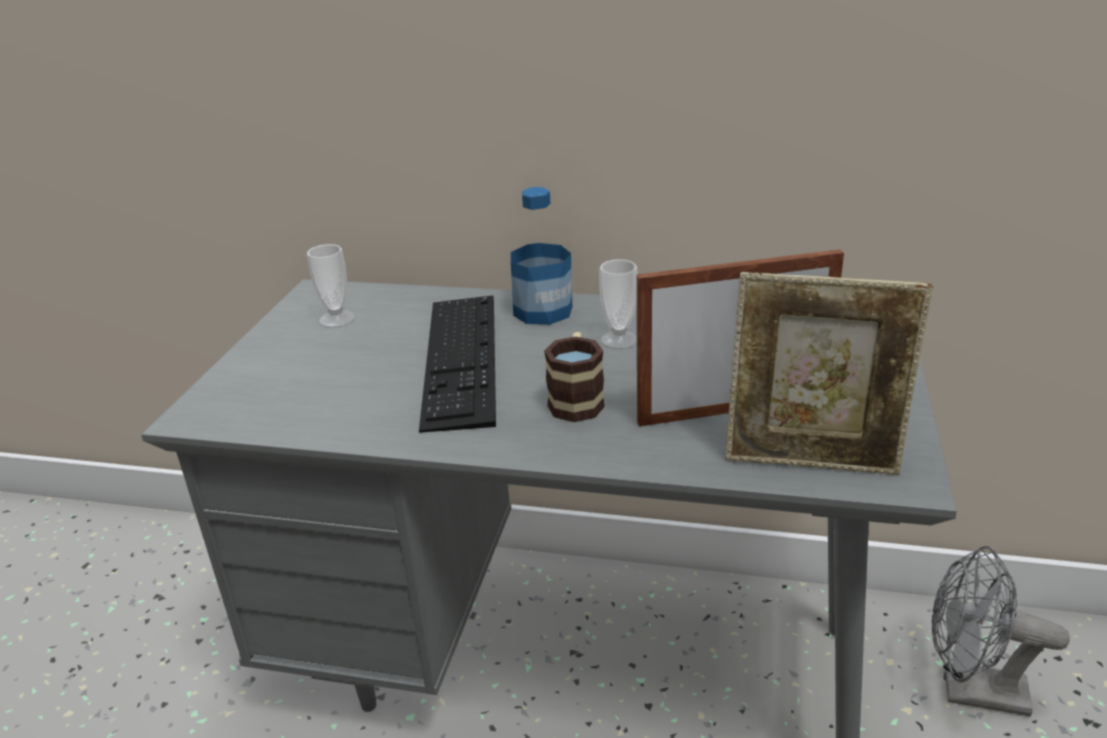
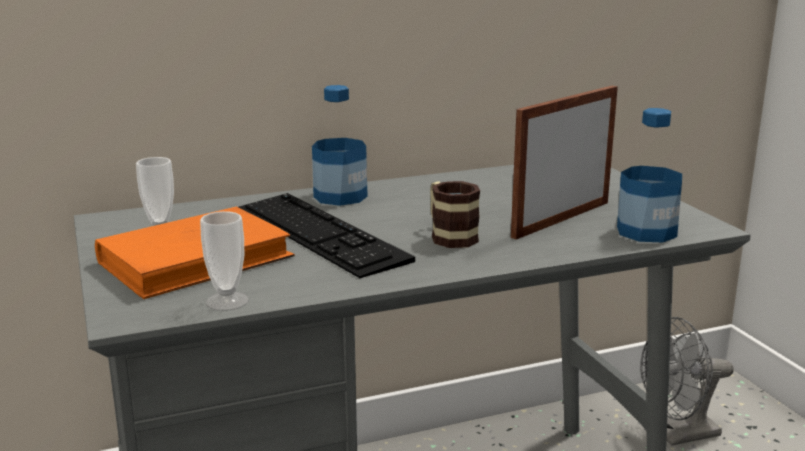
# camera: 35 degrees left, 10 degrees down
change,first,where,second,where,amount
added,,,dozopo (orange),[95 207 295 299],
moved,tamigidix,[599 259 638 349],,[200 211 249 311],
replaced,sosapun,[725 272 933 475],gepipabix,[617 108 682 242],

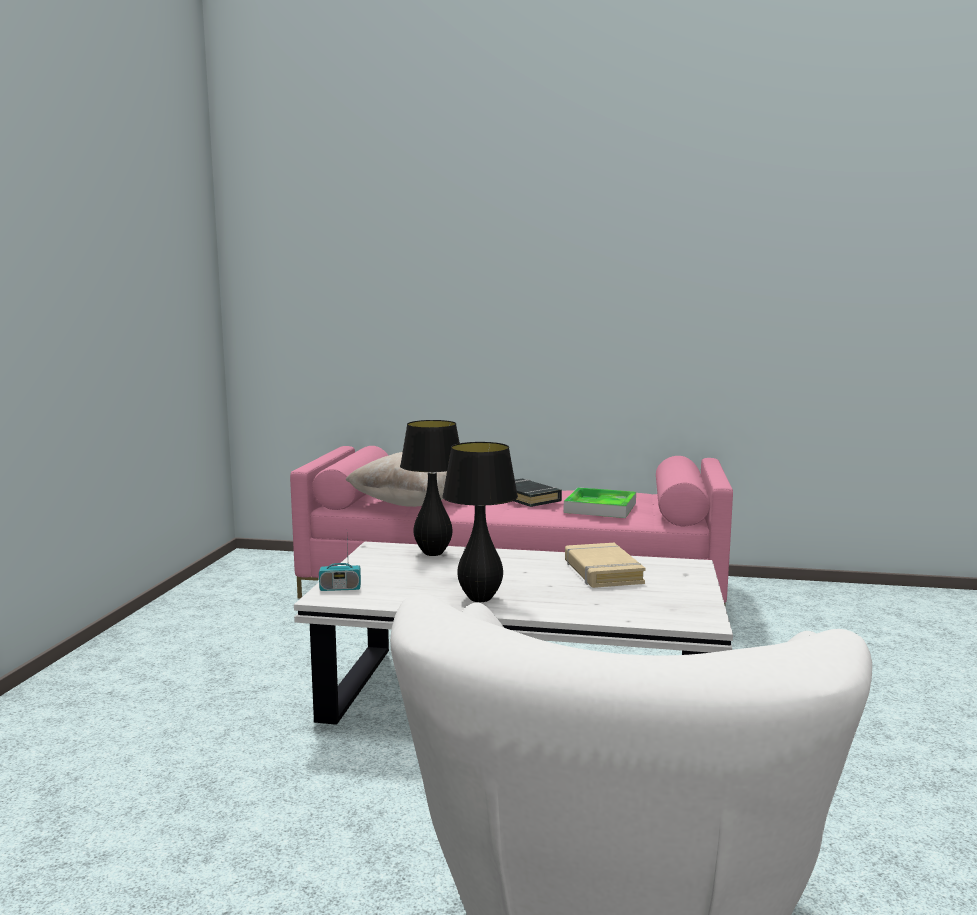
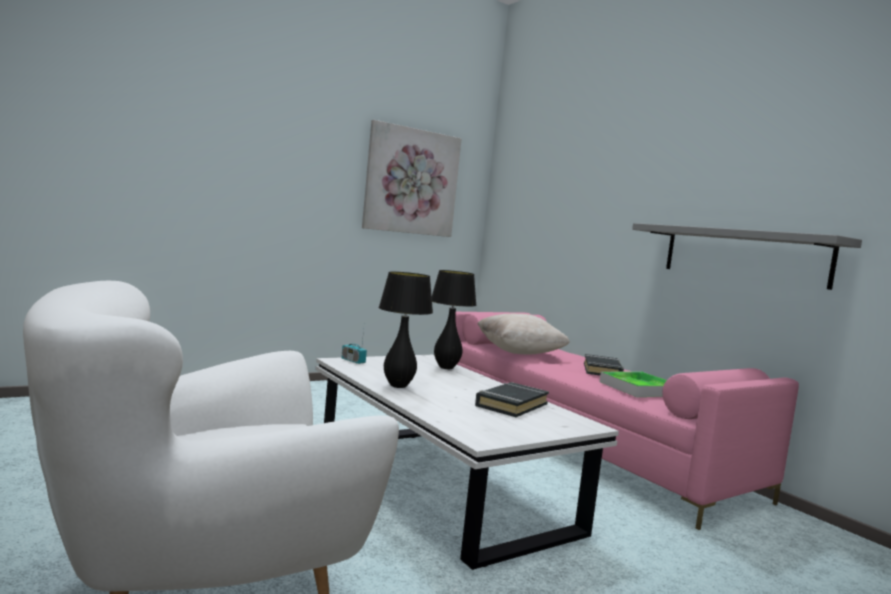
# camera: 45 degrees right, 5 degrees down
change,first,where,second,where,amount
added,,,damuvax,[362 120 462 237],
added,,,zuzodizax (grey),[632 223 862 290],
recoloured,dozopo (beige),[565 543 646 588],dozopo (black),[475 382 549 417],

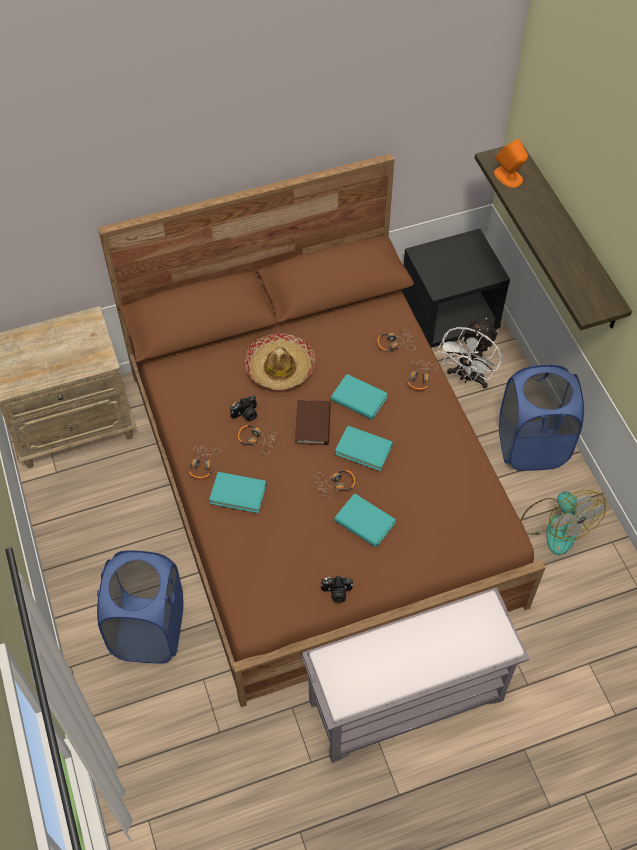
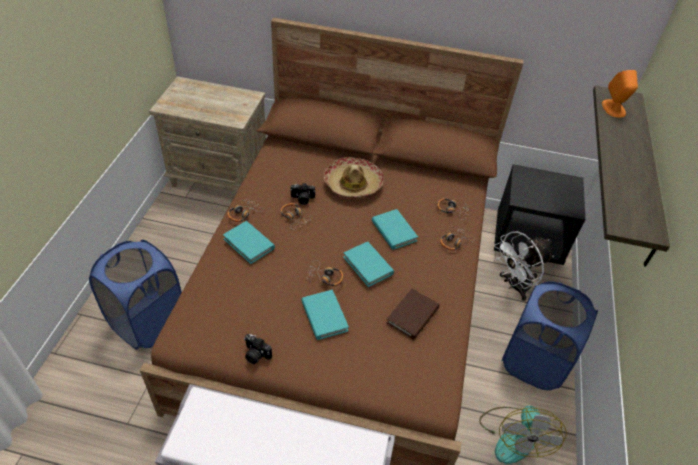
# camera: 30 degrees right, 10 degrees down
change,first,where,second,where,amount
moved,dozopo (brown),[295 400 331 445],,[386 288 439 340],

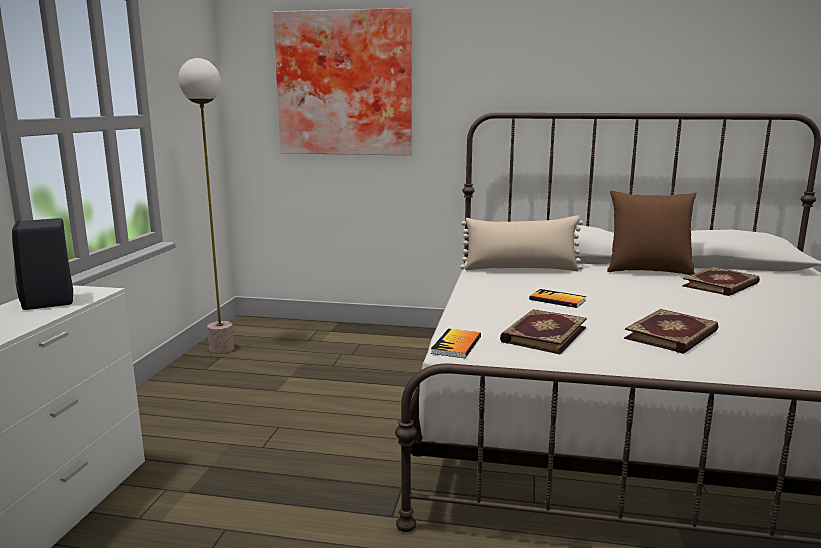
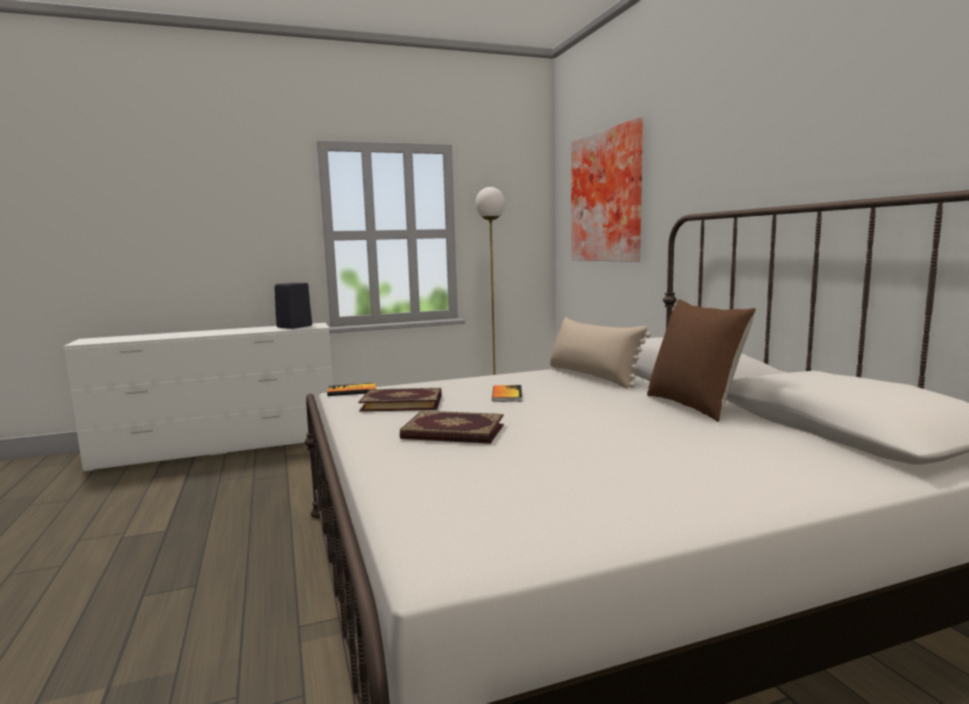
# camera: 60 degrees right, 5 degrees down
change,first,where,second,where,amount
removed,dozopo,[682 267 760 296],,,

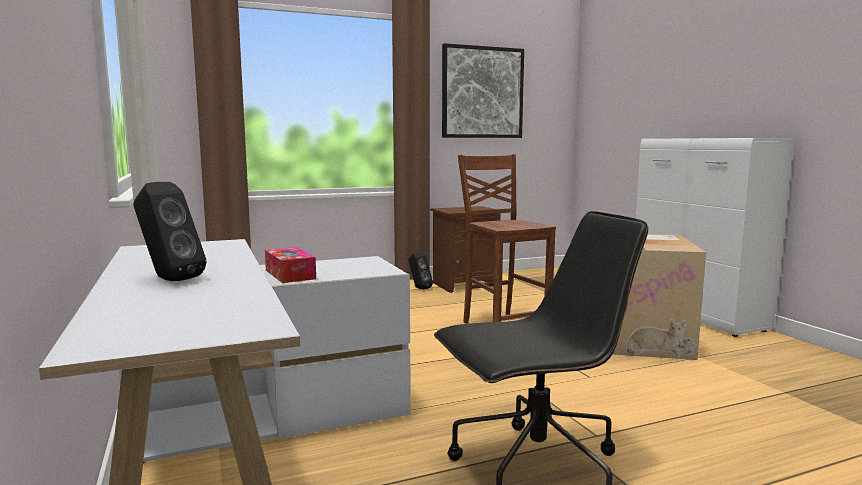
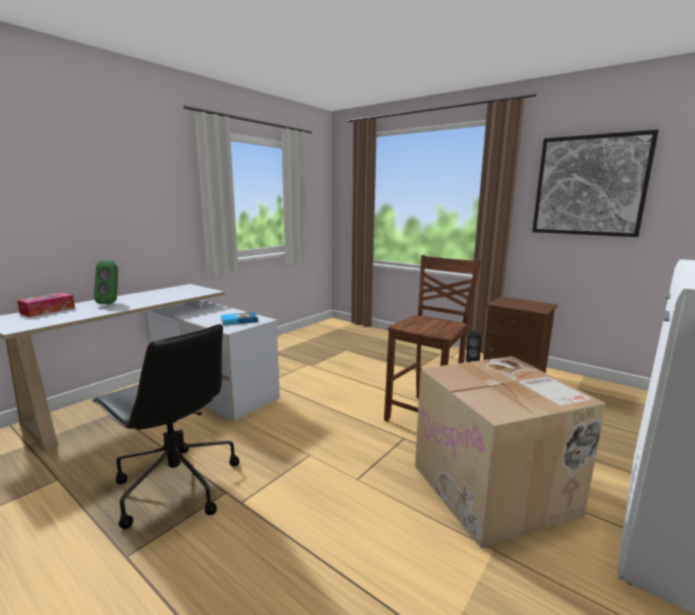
# camera: 60 degrees right, 5 degrees up
change,first,where,second,where,amount
added,,,dozopo,[221 312 258 325],
moved,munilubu,[265 247 316 283],,[17 293 75 317],
recoloured,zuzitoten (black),[133 182 207 281],zuzitoten (green),[94 260 118 304],

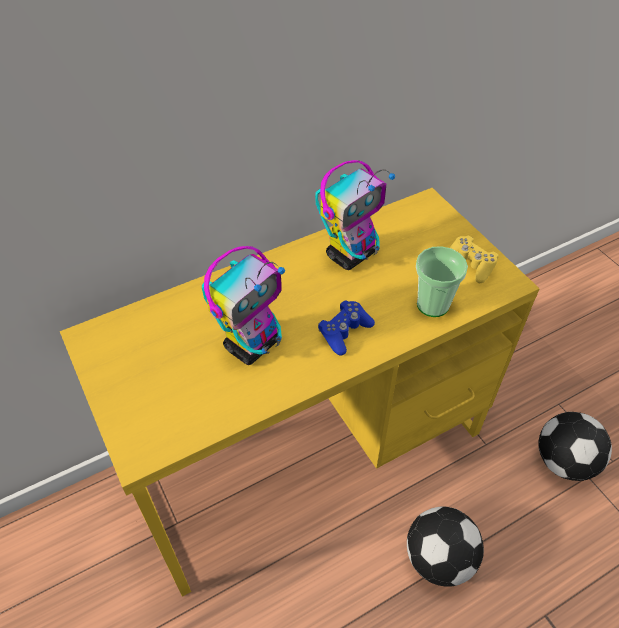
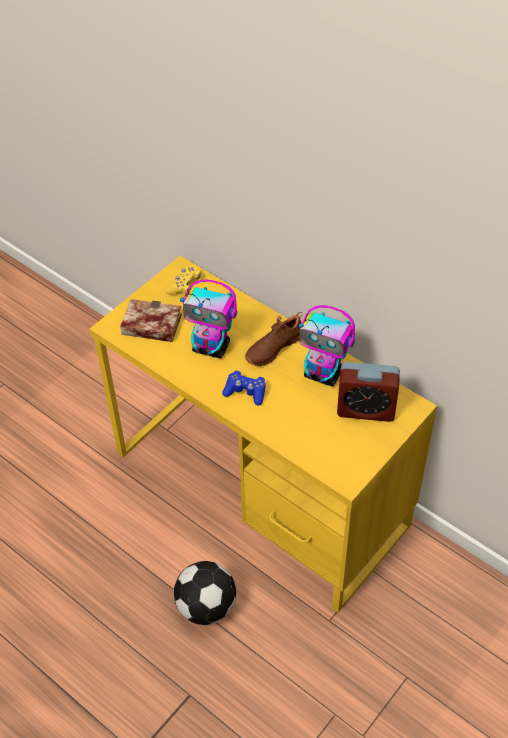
# camera: 70 degrees right, 0 degrees up
change,first,where,second,where,amount
removed,tamigidix,[416 246 468 317],,,
removed,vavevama,[538 412 612 481],,,
added,,,dozopo,[120 299 182 342],
added,,,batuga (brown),[245 312 303 366],
added,,,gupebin,[337 362 400 422],
moved,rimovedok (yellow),[449 235 499 283],,[165 265 201 294],

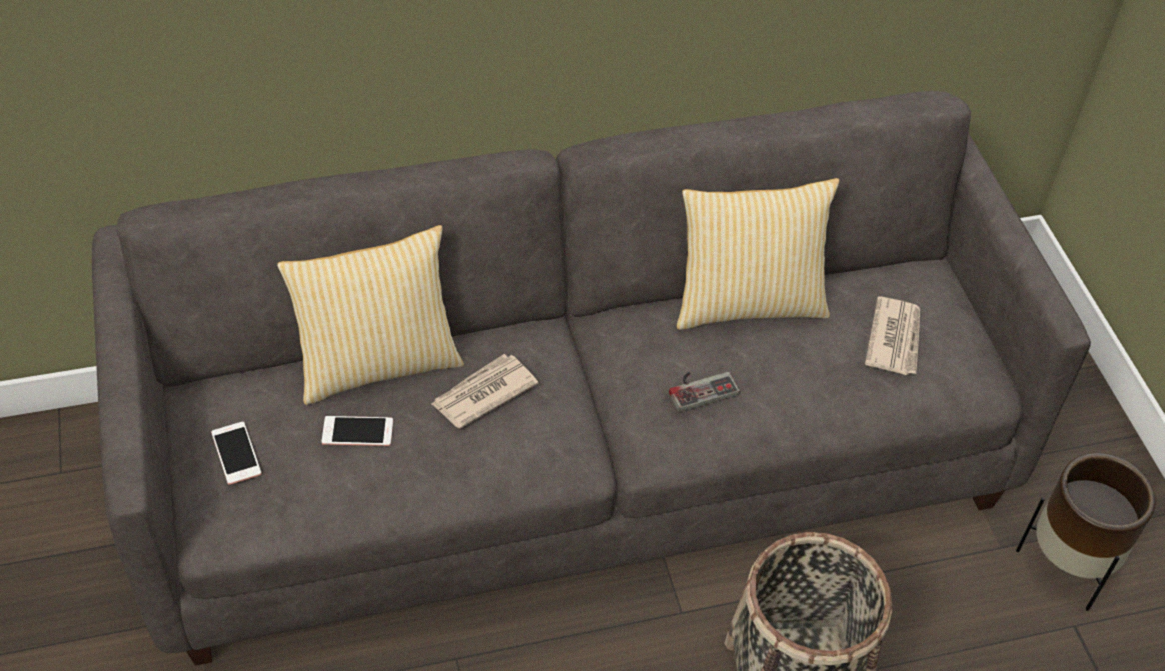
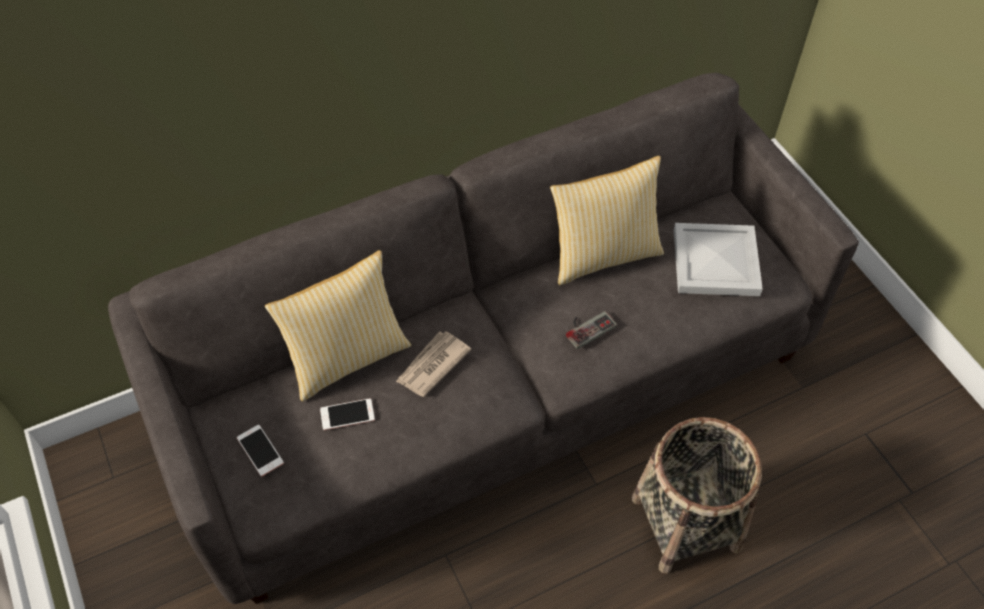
# camera: 10 degrees left, 5 degrees up
change,first,where,second,where,amount
removed,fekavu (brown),[1016 453 1156 611],,,
replaced,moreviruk,[865 297 920 375],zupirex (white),[674 223 763 296],

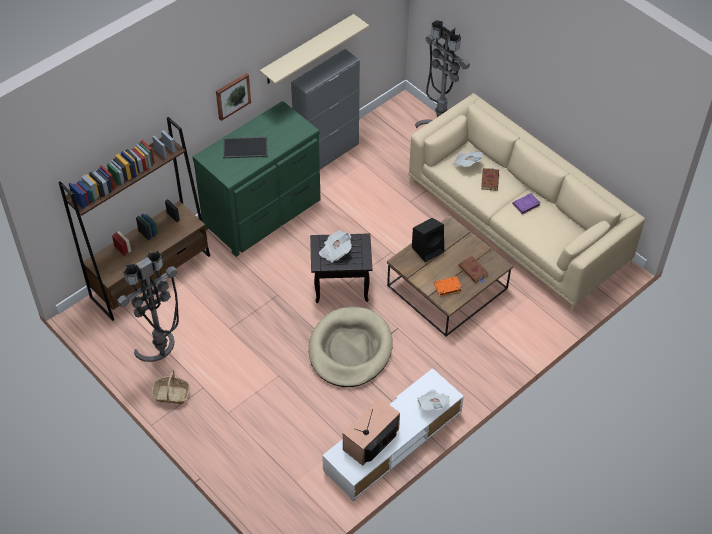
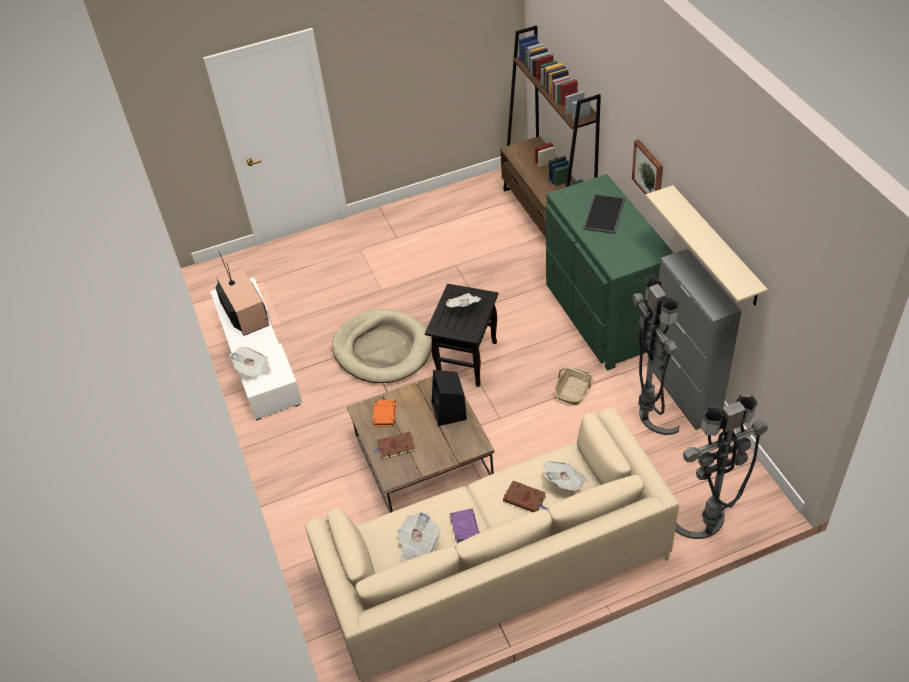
# camera: 115 degrees right, 5 degrees down
change,first,where,second,where,amount
added,,,moreviruk,[398 512 440 562],
moved,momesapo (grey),[117 251 179 362],,[632 275 679 435],
moved,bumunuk,[152 370 190 404],,[555 367 593 405],

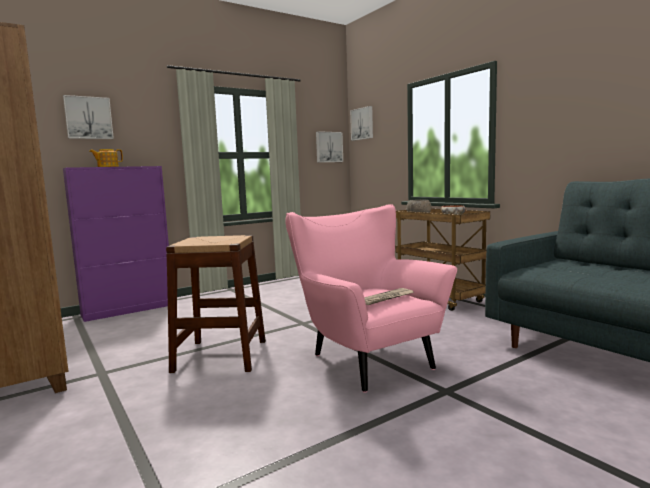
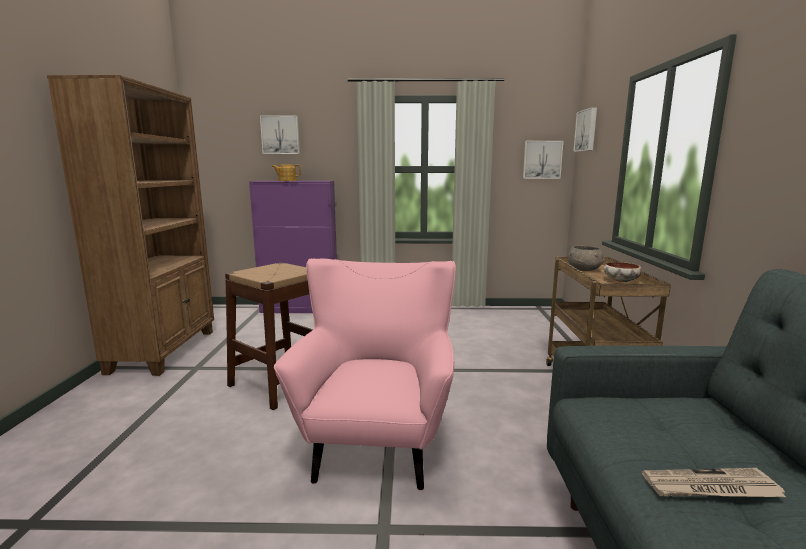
# camera: 35 degrees right, 5 degrees up
change,first,where,second,where,amount
moved,moreviruk,[364 288 414 305],,[642 468 786 497],

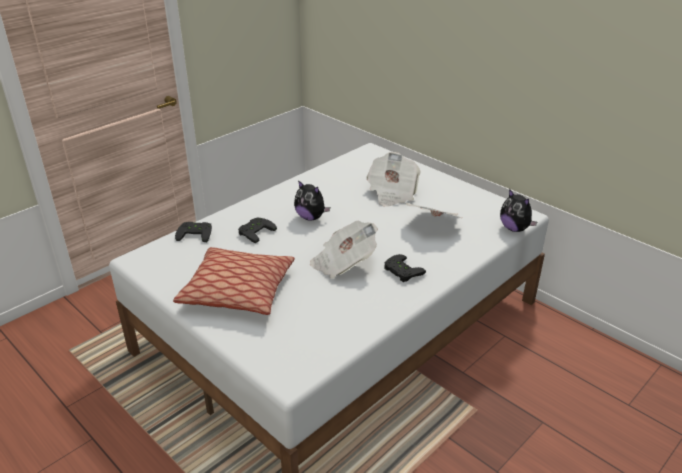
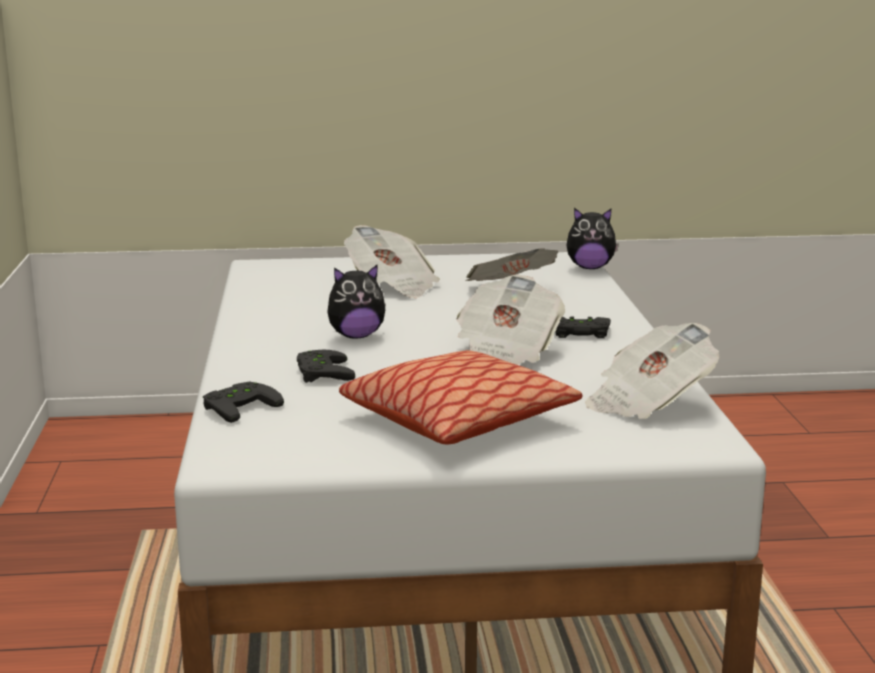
# camera: 50 degrees left, 15 degrees down
change,first,where,second,where,amount
added,,,moreviruk,[585 323 719 419],

